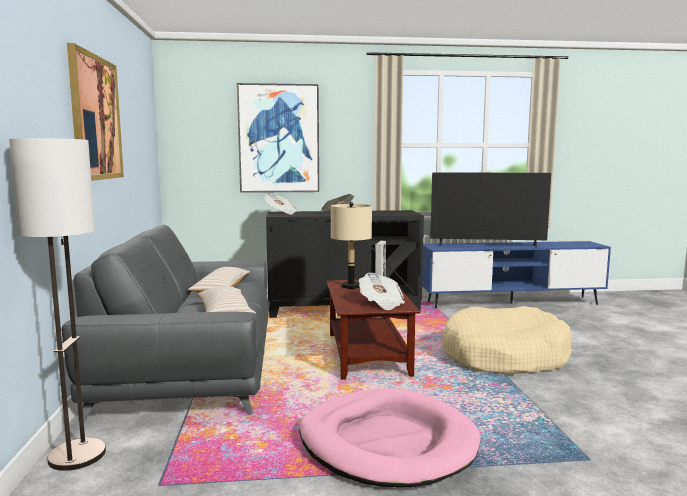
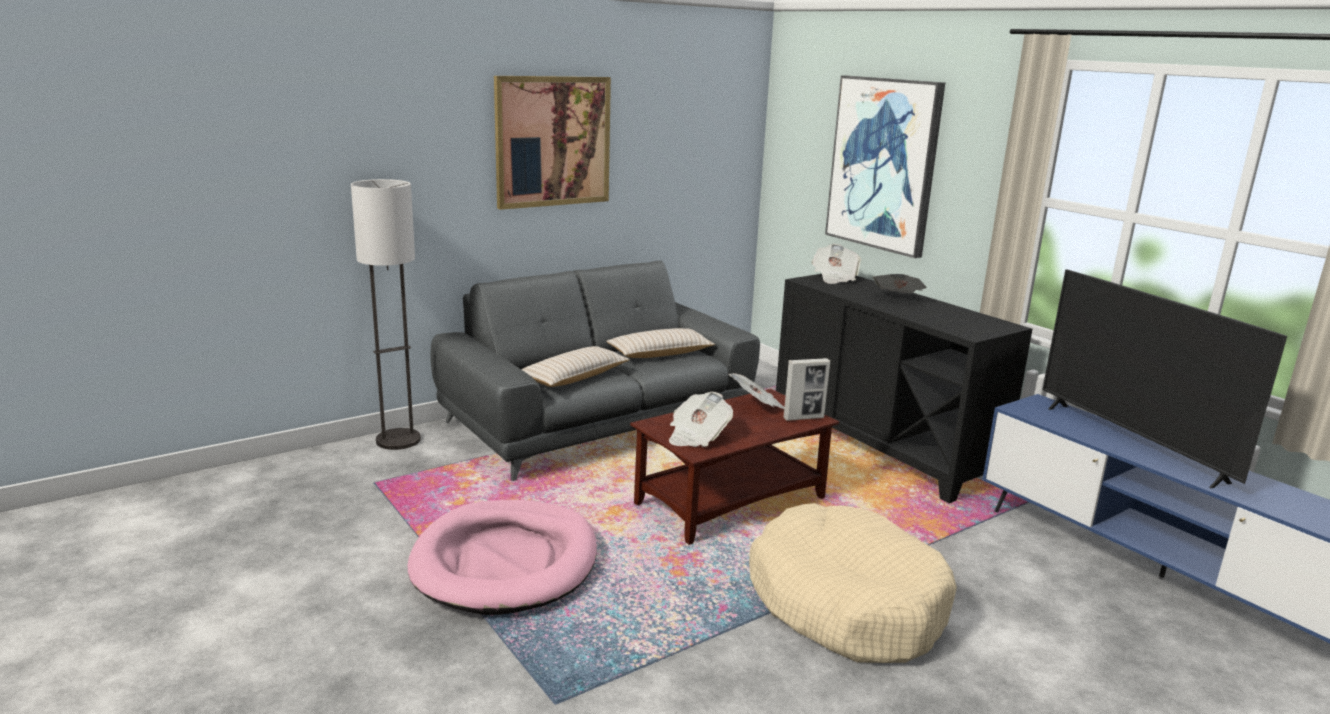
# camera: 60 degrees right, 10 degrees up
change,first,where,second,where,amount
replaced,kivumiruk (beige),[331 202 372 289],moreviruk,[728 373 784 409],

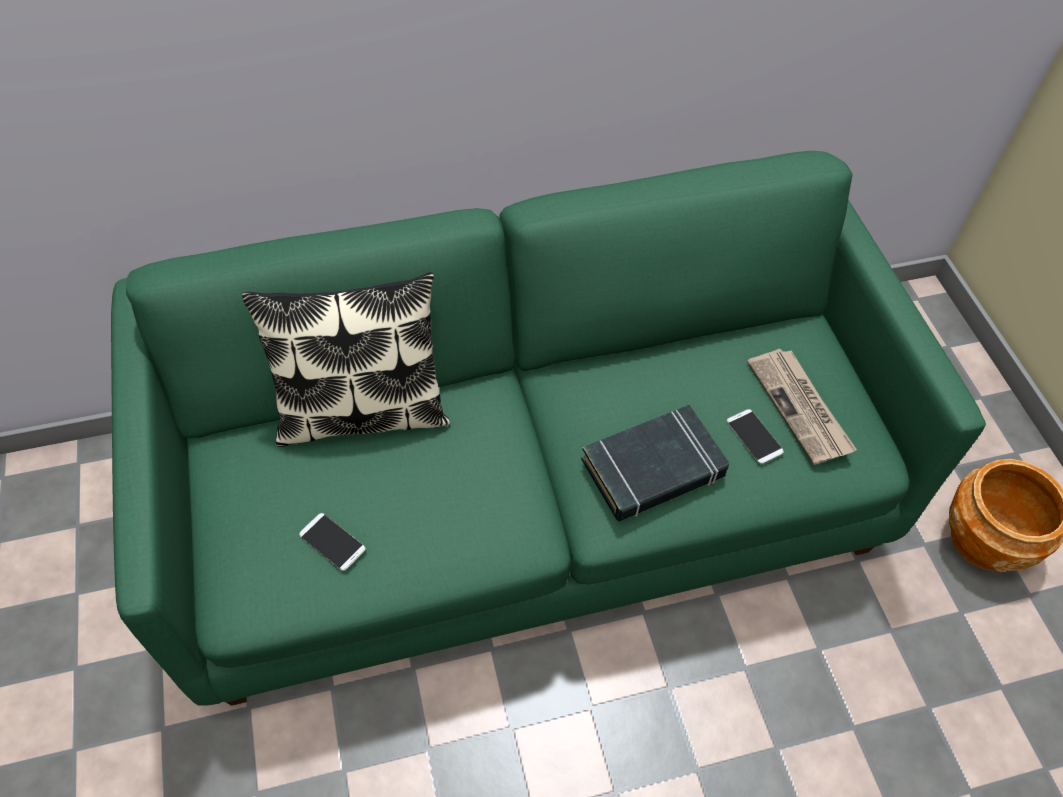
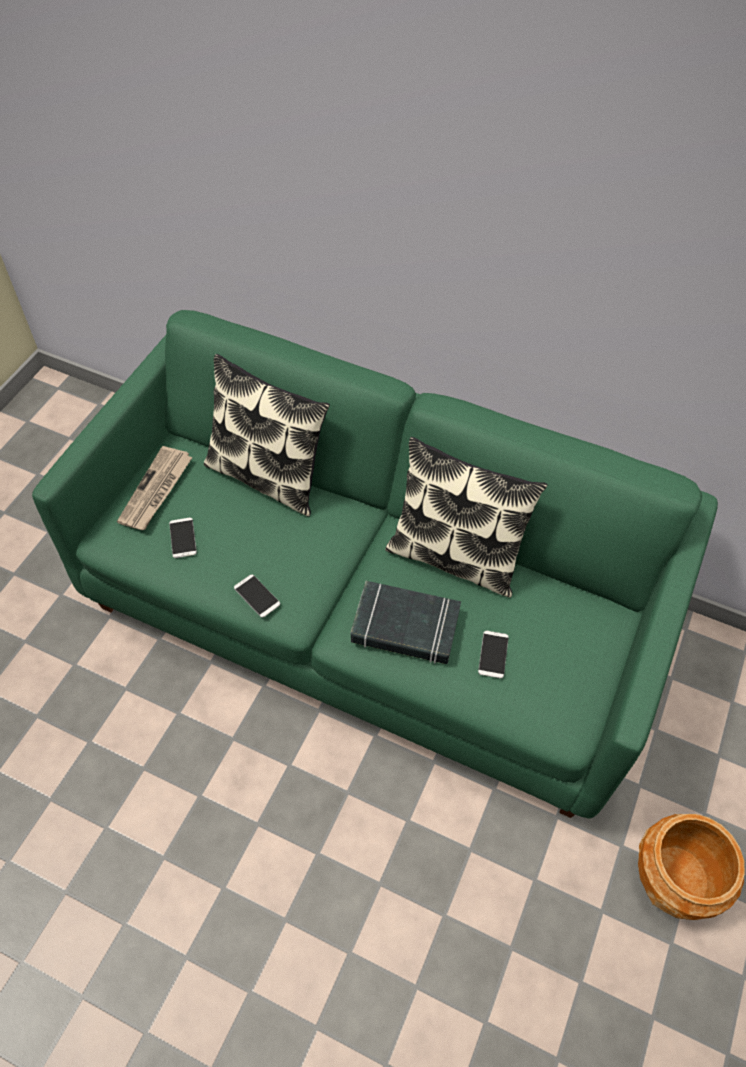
# camera: 40 degrees right, 0 degrees up
change,first,where,second,where,amount
added,,,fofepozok,[234 574 280 617],
added,,,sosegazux,[385 437 547 598],
moved,moreviruk,[747 349 857 465],,[117 446 193 530],

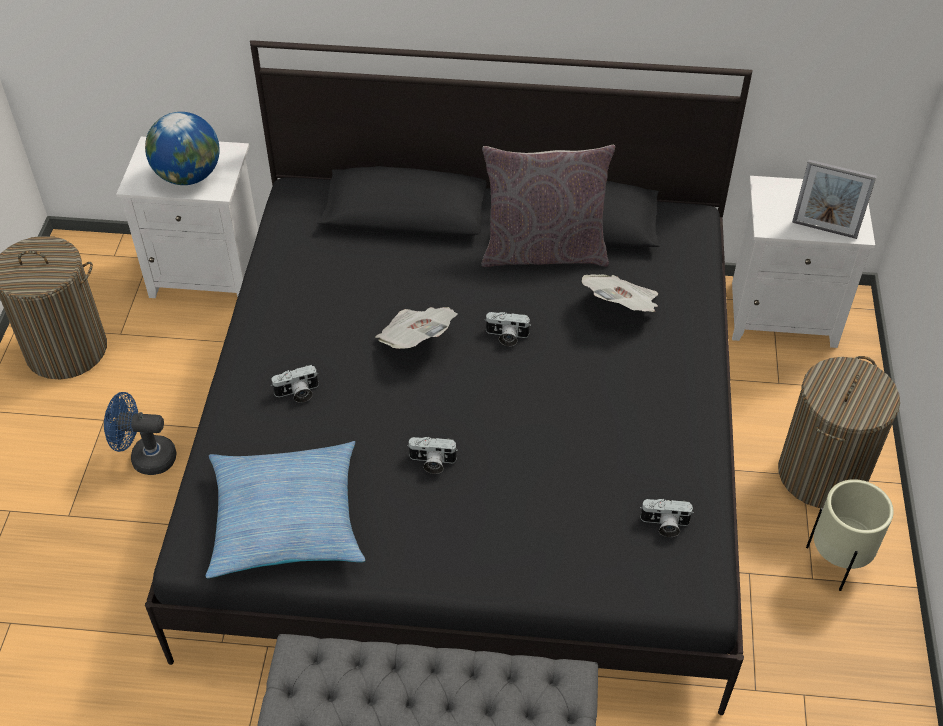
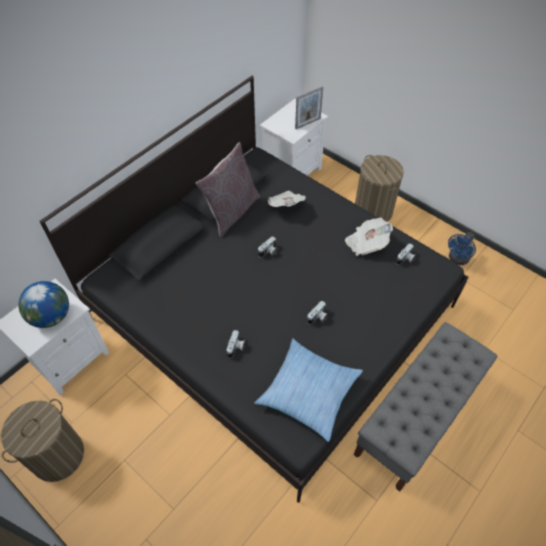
# camera: 55 degrees left, 5 degrees up
change,first,where,second,where,amount
removed,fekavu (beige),[806 479 894 591],,,
moved,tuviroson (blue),[104 392 177 475],,[448 232 476 265],
moved,moreviruk,[375 307 458 349],,[345 218 393 256],

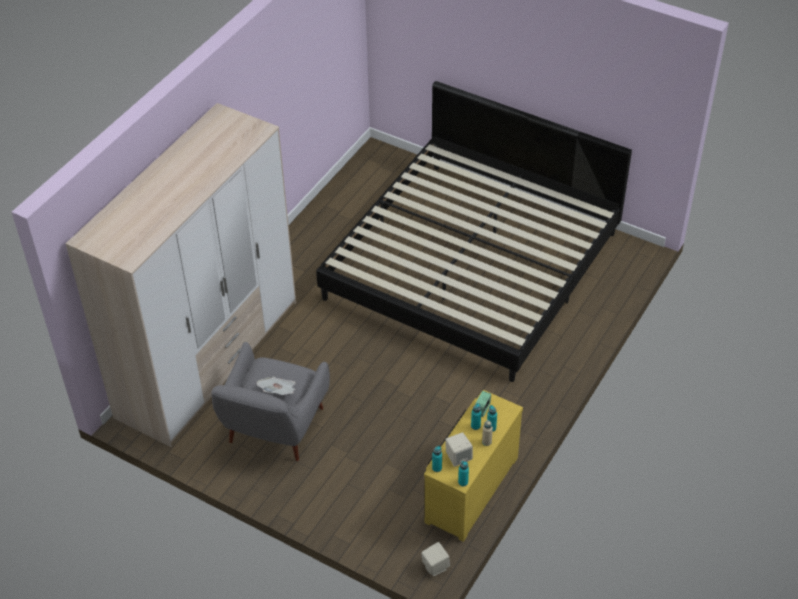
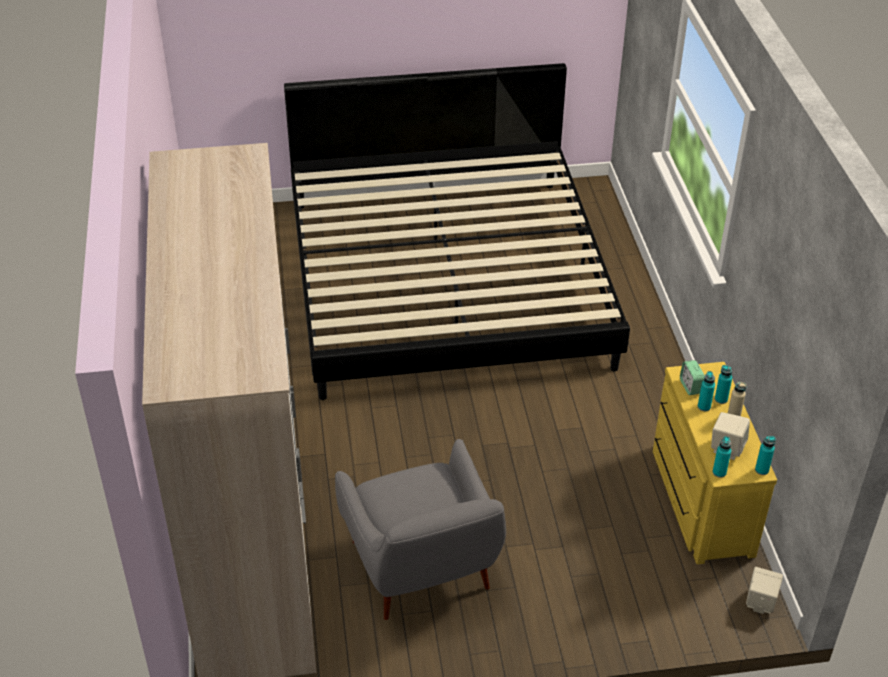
# camera: 40 degrees left, 5 degrees down
change,first,where,second,where,amount
removed,moreviruk,[257 377 296 395],,,

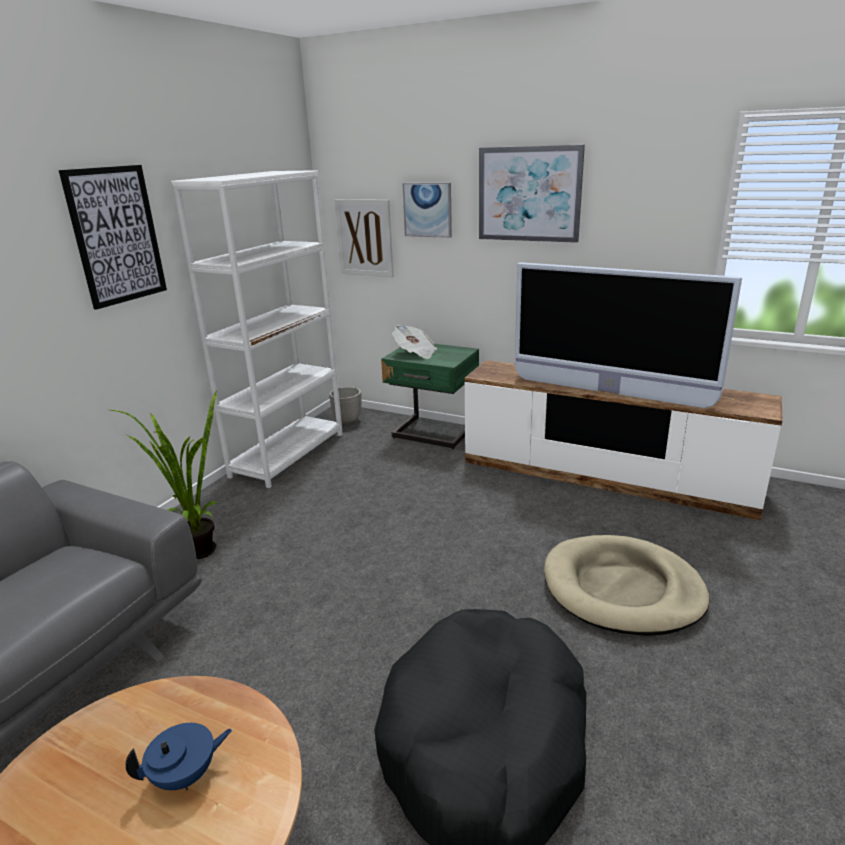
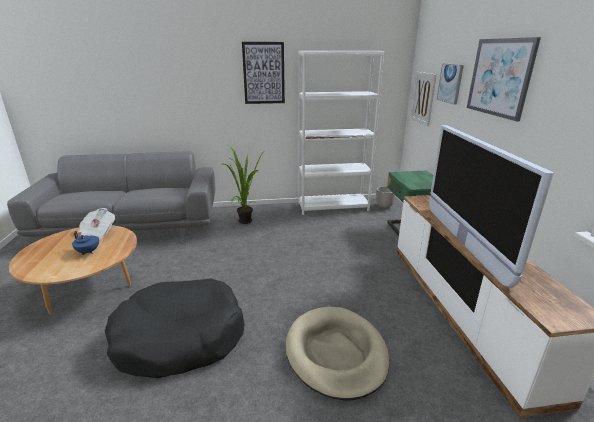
# camera: 55 degrees right, 0 degrees up
change,first,where,second,where,amount
moved,moreviruk,[392 325 437 359],,[78 208 115 240],

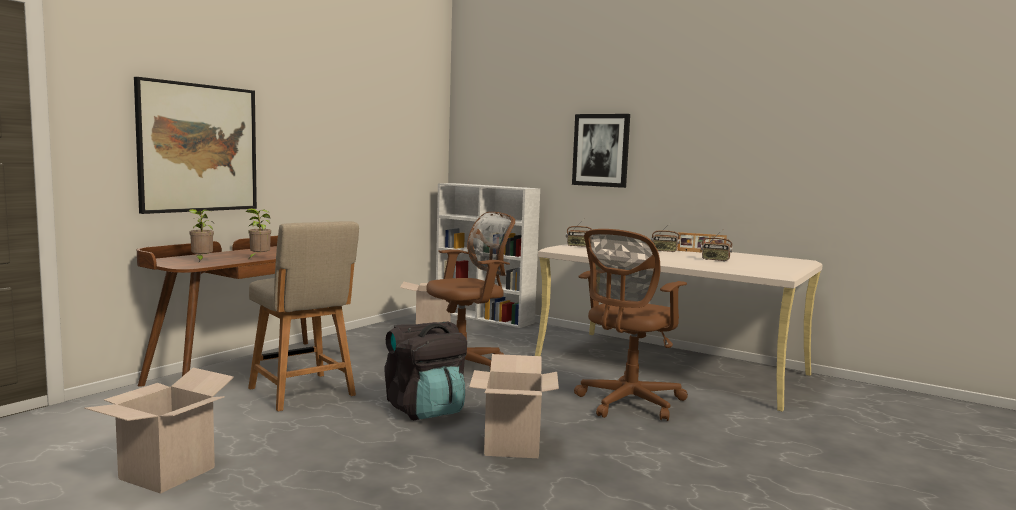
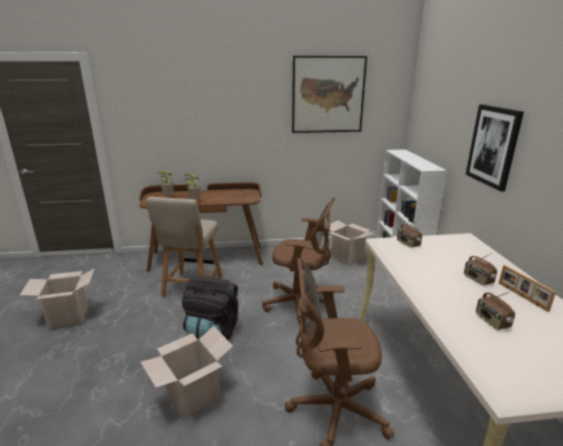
# camera: 50 degrees right, 15 degrees up
change,first,where,second,where,amount
moved,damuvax,[134 77 257 214],,[292 56 367 133],

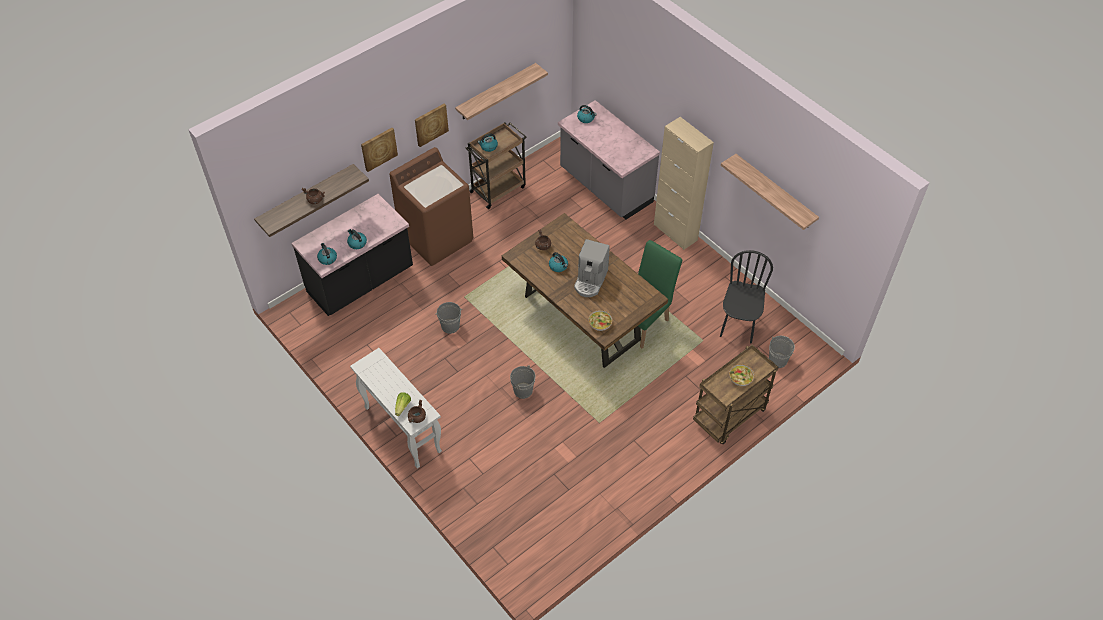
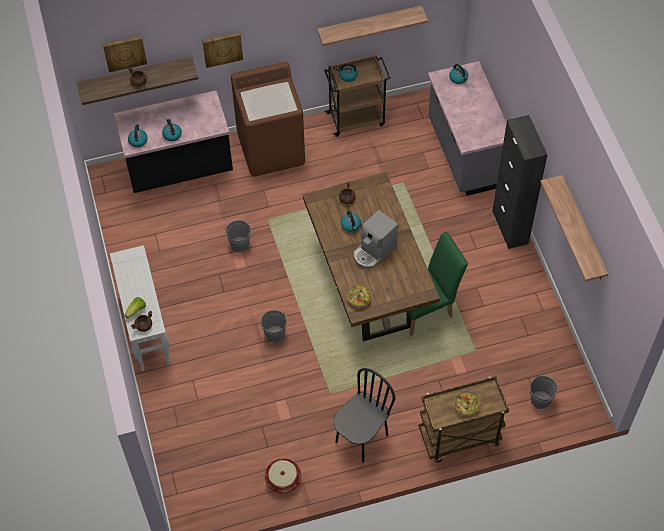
# camera: 25 degrees right, 5 degrees up
change,first,where,second,where,amount
added,,,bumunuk,[265 458 301 493],
moved,damuvax,[415 104 449 147],,[103 36 147 72],
moved,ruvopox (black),[720 250 773 343],,[334 368 395 463],
recoloured,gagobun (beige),[654 117 714 250],gagobun (black),[492 115 547 249],

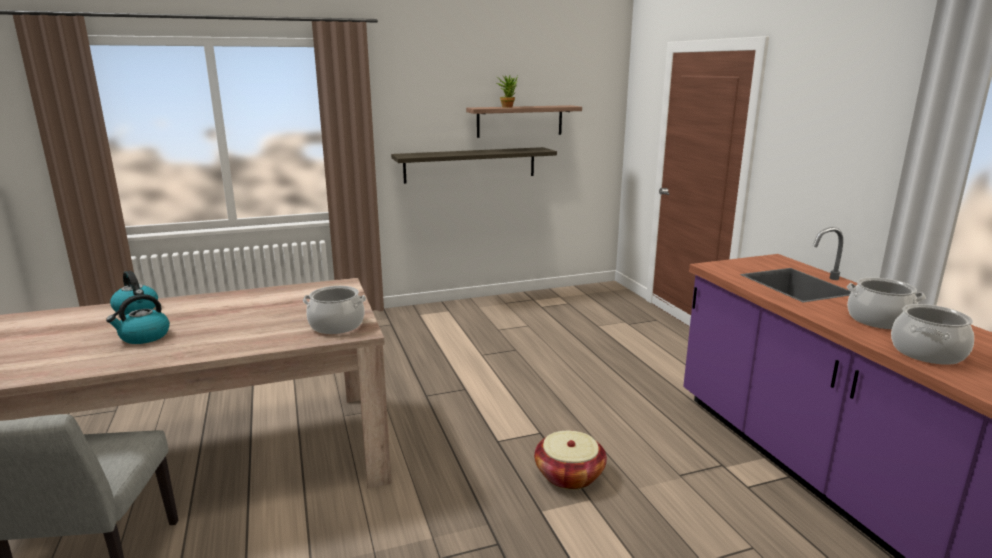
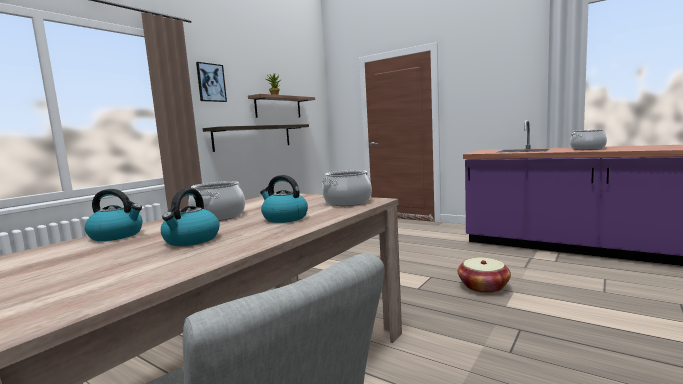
# camera: 35 degrees left, 10 degrees down
change,first,where,second,where,amount
added,,,damuvax,[196 62 227 102],
added,,,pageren,[260 175 308 223],
moved,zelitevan,[891 304 974 365],,[188 181 245 221],

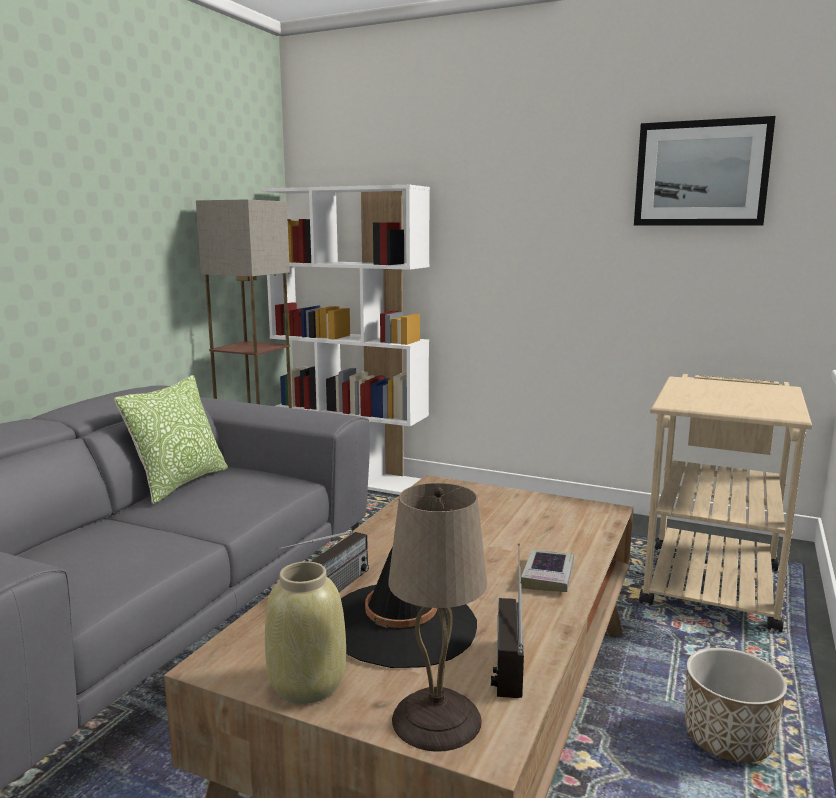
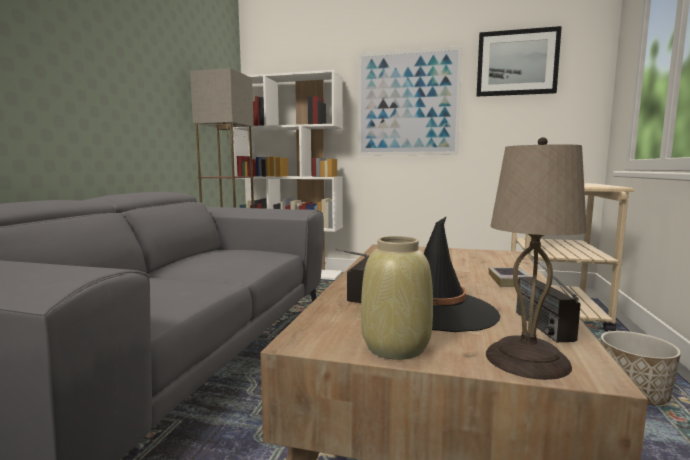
# camera: 10 degrees left, 5 degrees down
change,first,where,second,where,amount
removed,sosegazux,[114 375 228 504],,,
added,,,damuvax,[358 46 462 156],

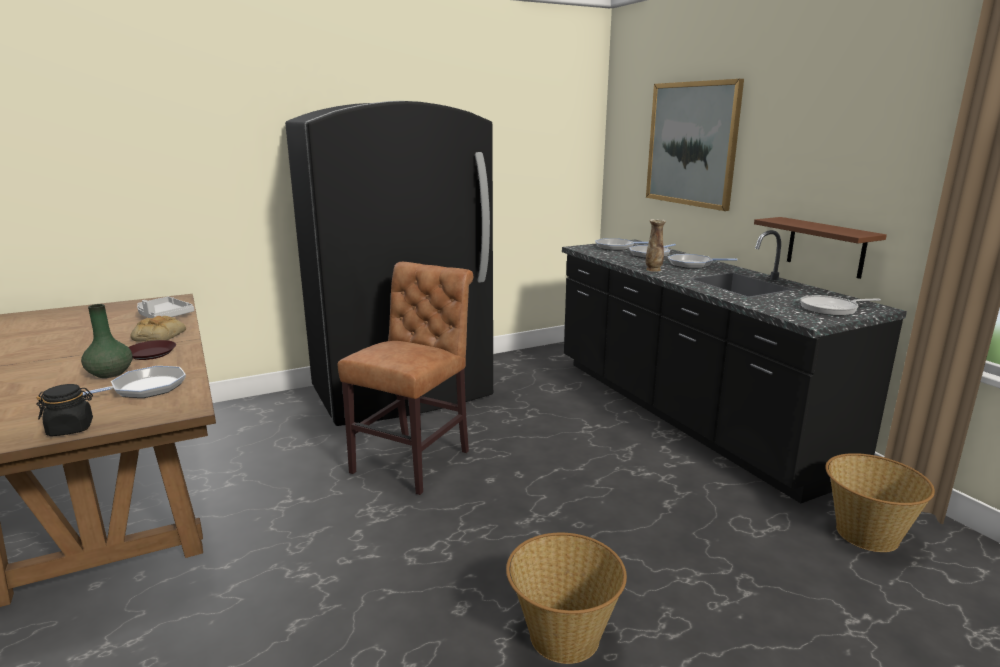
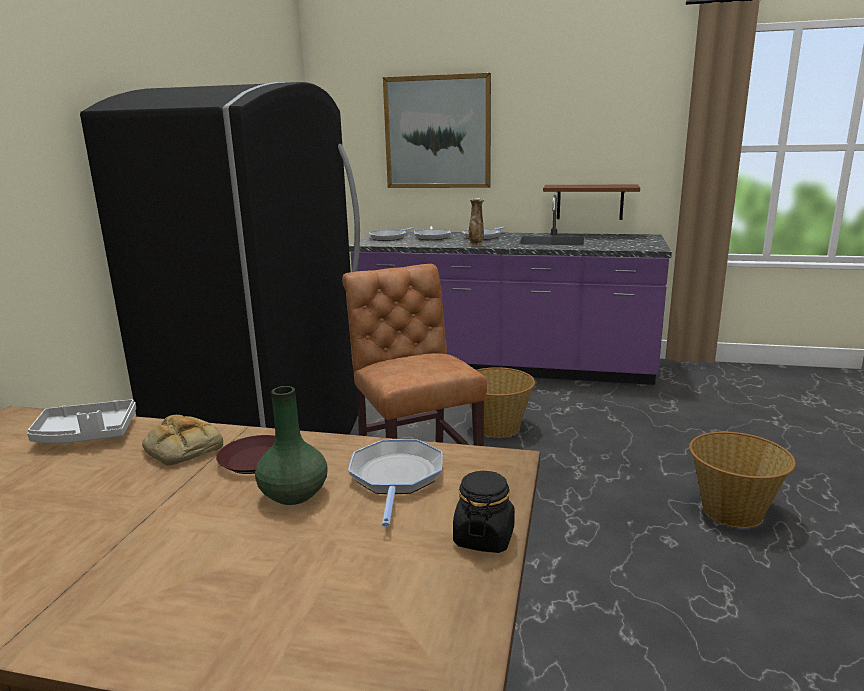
# camera: 50 degrees left, 0 degrees up
change,first,where,second,where,amount
removed,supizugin,[800 295 881 316],,,
moved,bumunuk,[825 453 935 552],,[470 367 535 438],
recoloured,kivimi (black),[562 230 907 503],kivimi (purple),[349 195 672 385],

